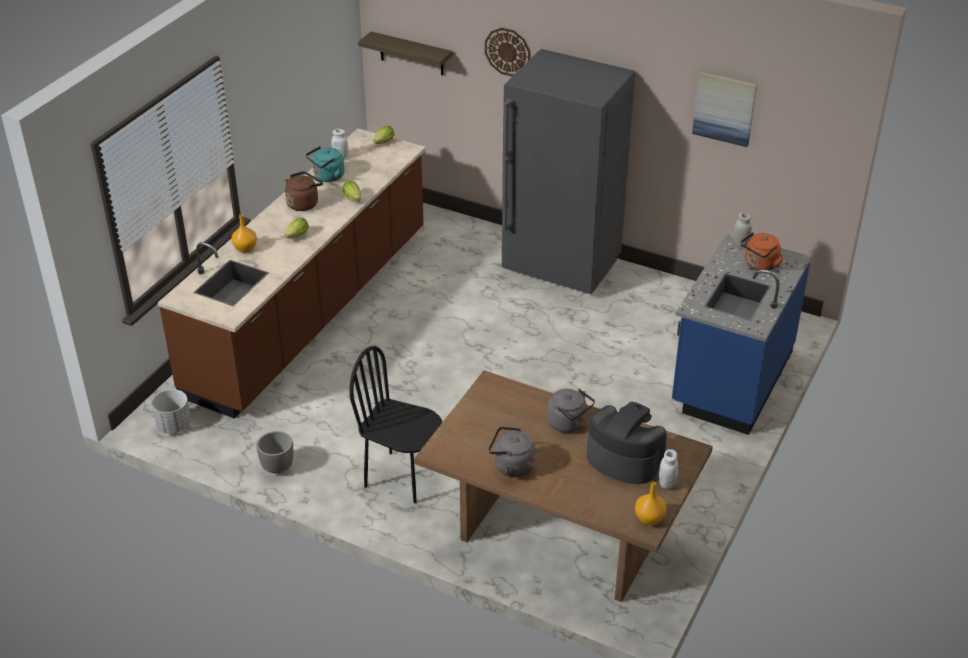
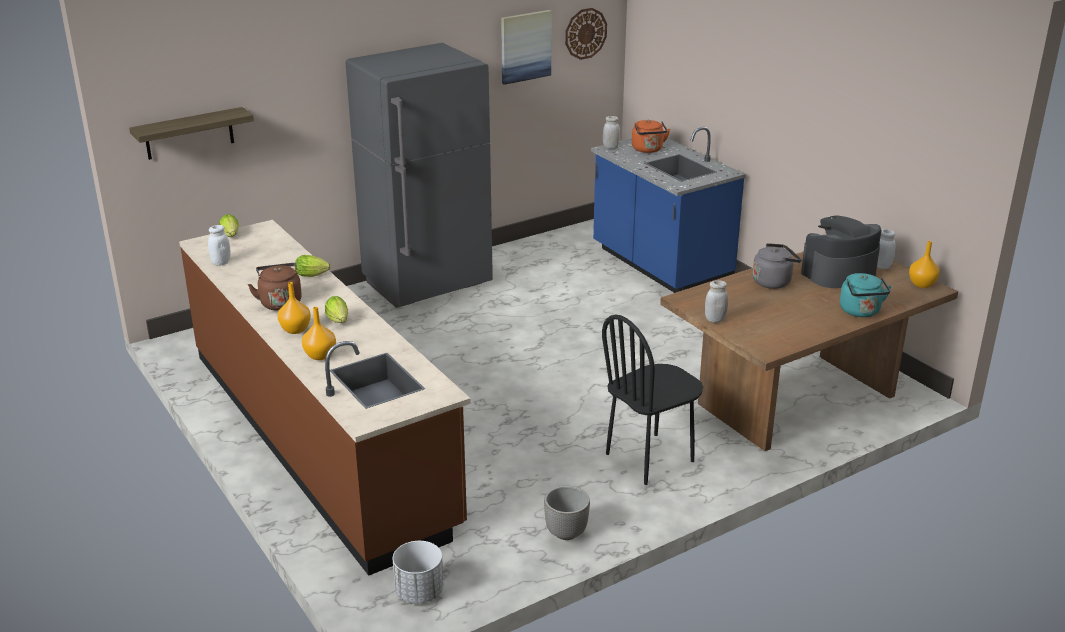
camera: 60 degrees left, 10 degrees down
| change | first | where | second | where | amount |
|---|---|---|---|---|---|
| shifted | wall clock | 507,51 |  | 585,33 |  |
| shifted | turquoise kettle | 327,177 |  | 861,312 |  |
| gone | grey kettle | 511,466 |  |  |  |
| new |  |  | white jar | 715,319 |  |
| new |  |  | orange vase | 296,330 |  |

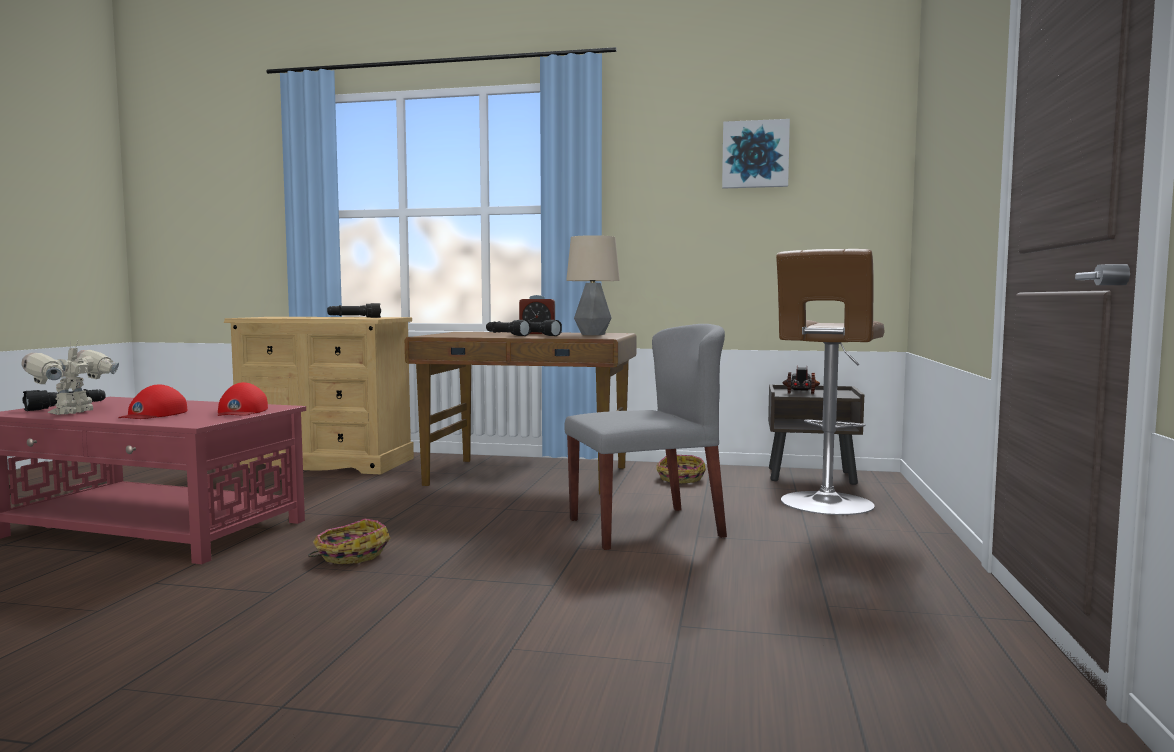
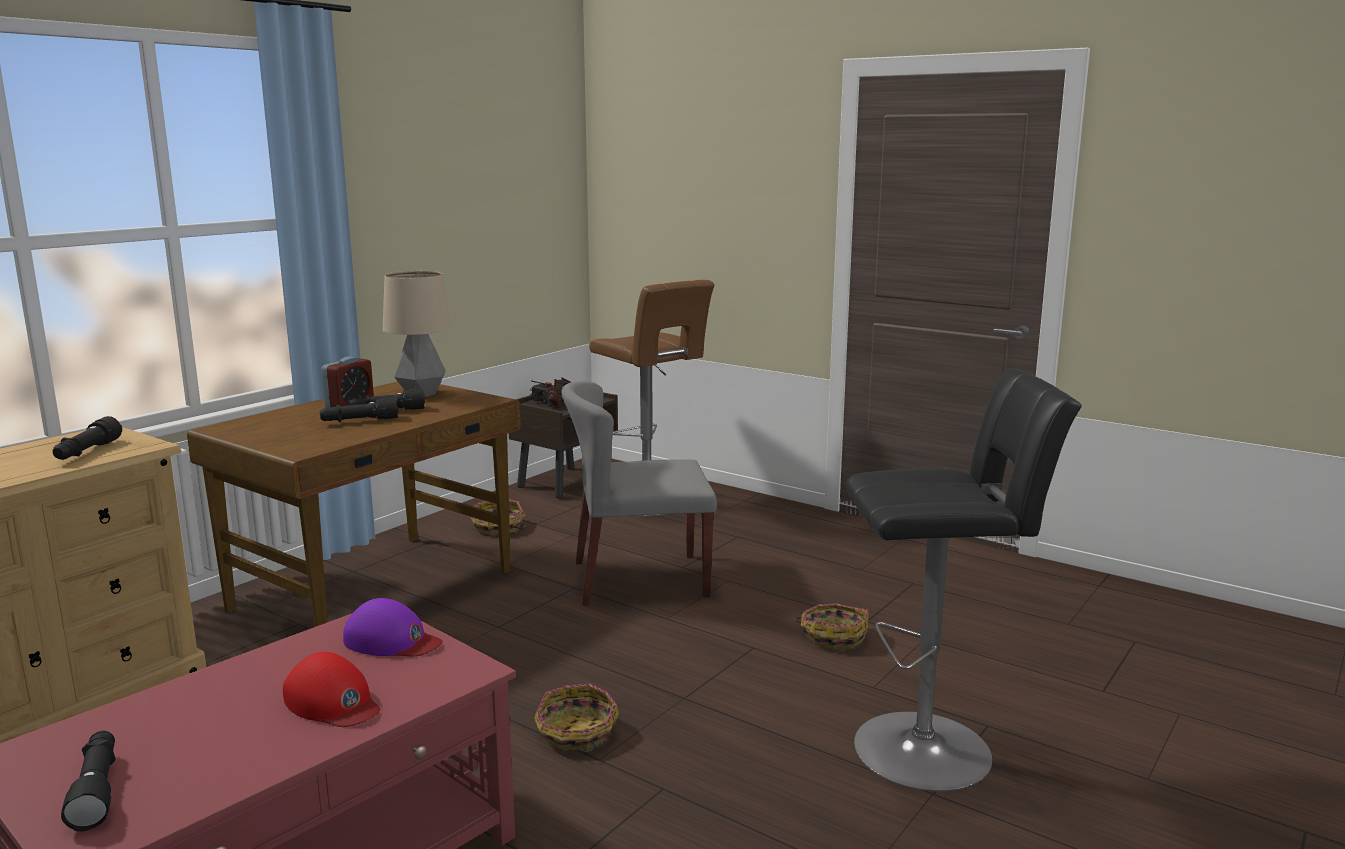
camera: 65 degrees left, 10 degrees up
| change | first | where | second | where | amount |
|---|---|---|---|---|---|
| gone | picture | 755,154 |  |  |  |
| rotated | grey chair | 646,527 |  | 639,579 | 105 degrees counterclockwise |
| gone | toy robot | 74,413 |  |  |  |
| repainted | red cap | 241,412 | purple cap | 392,641 |  |
| new |  |  | black stool | 932,749 |  |
| new |  |  | basket | 833,636 |  |

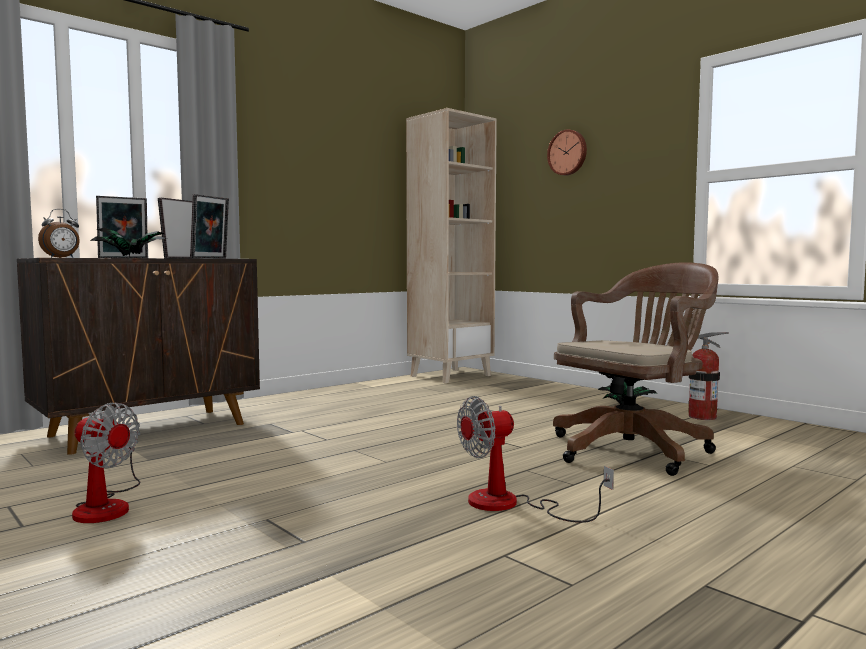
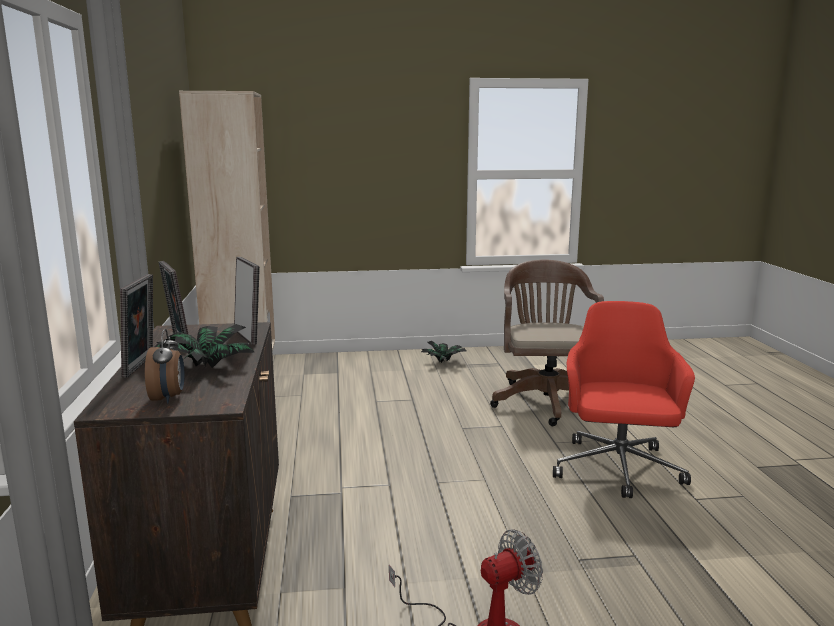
camera: 55 degrees left, 10 degrees up
| change | first | where | second | where | amount |
|---|---|---|---|---|---|
| gone | wall clock | 568,153 |  |  |  |
| gone | fire extinguisher | 702,417 |  |  |  |
| swapped | fan | 510,505 | red office chair | 617,470 |  |

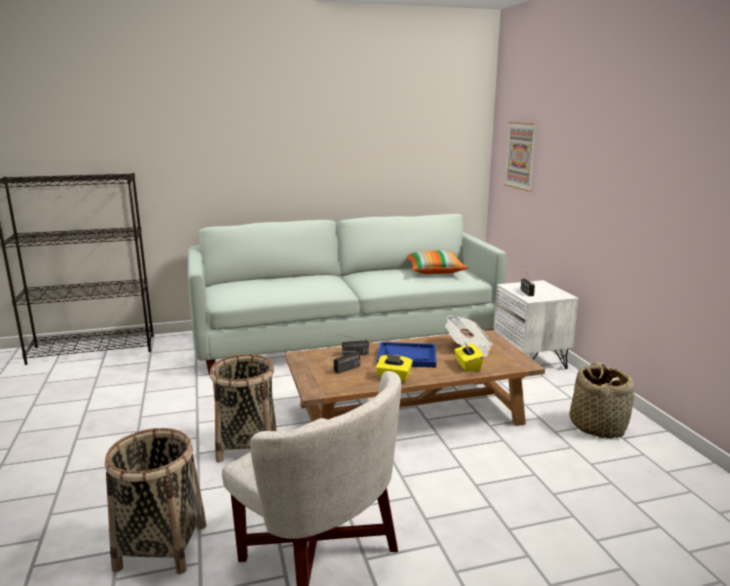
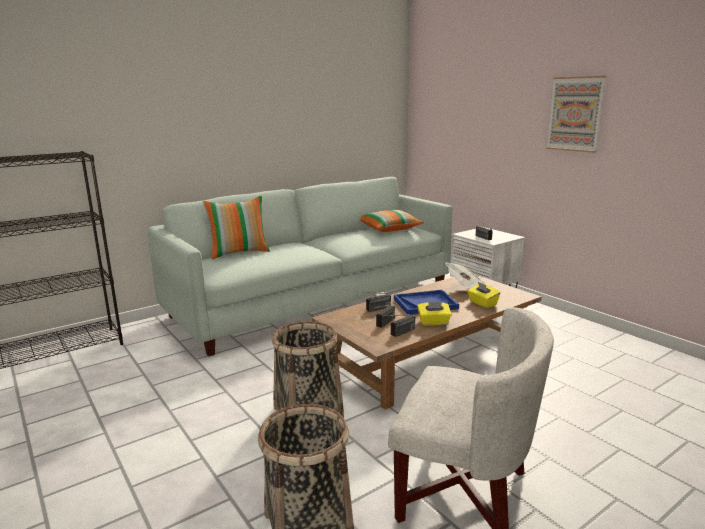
camera: 20 degrees left, 0 degrees up
| change | first | where | second | where | amount |
|---|---|---|---|---|---|
| shifted | picture | 521,155 |  | 575,114 |  |
| gone | basket | 598,426 |  |  |  |
| new |  |  | pillow | 239,252 |  |
| new |  |  | radio | 398,334 |  |

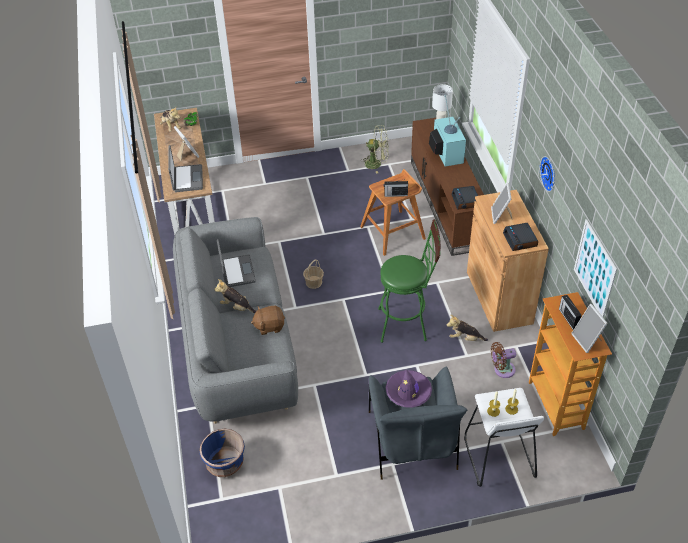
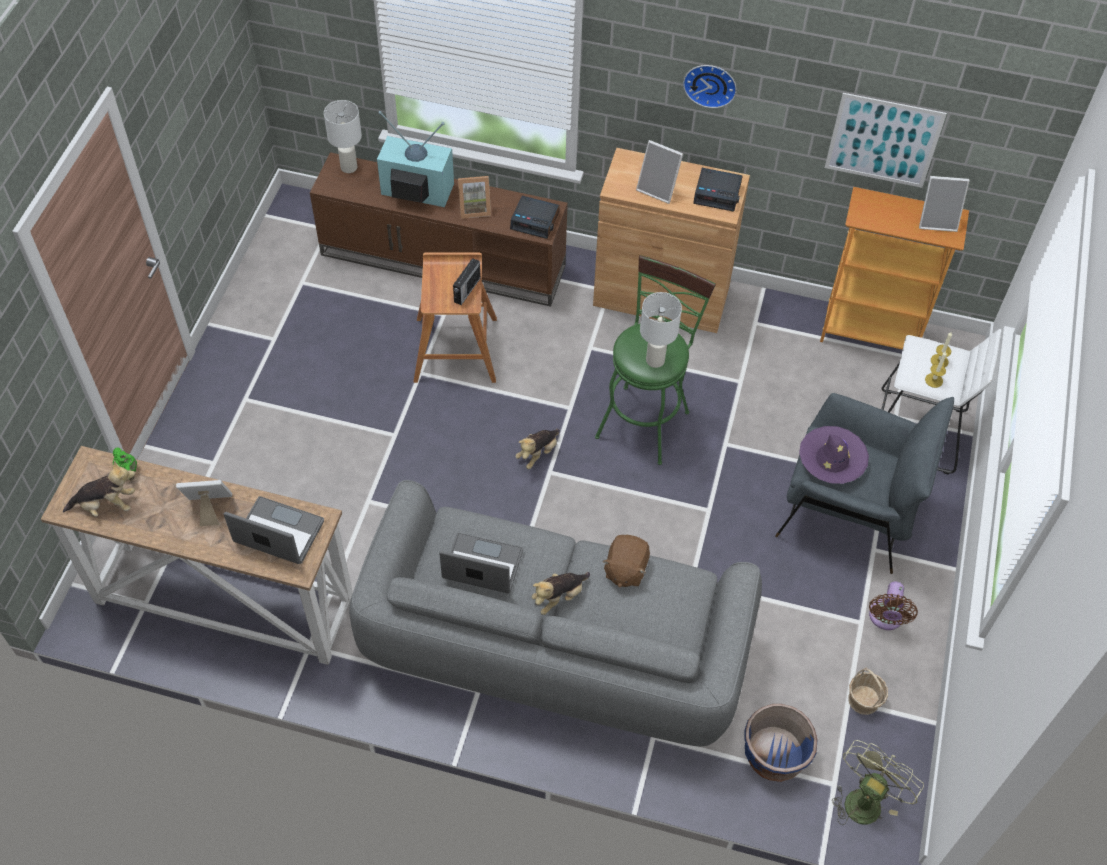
camera: 65 degrees left, 10 degrees up
| change | first | where | second | where | amount |
|---|---|---|---|---|---|
| shifted | green fan | 376,164 |  | 865,798 |  |
| shifted | basket | 314,282 |  | 863,700 |  |
| gone | radio | 568,318 |  |  |  |
| shifted | plush toy | 465,338 |  | 538,453 |  |
| shifted | brown fan | 502,370 |  | 885,618 |  |
| new |  |  | picture frame | 474,208 |  |
| new |  |  | white table lamp | 654,360 |  |

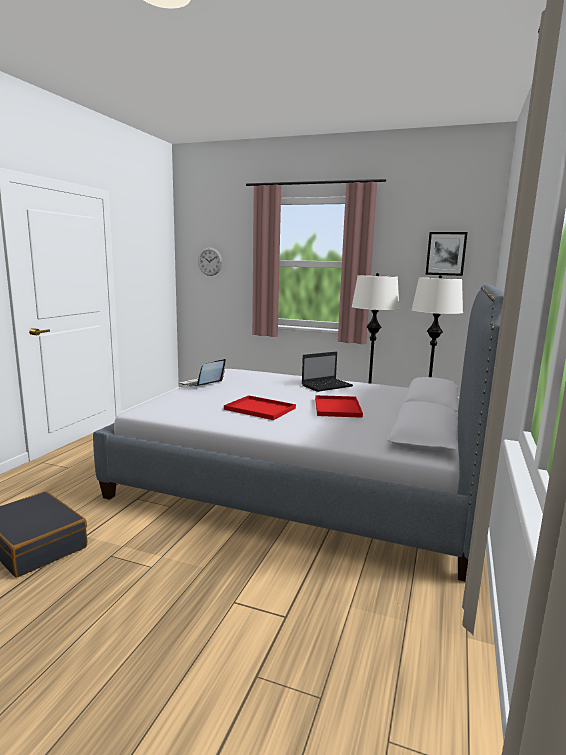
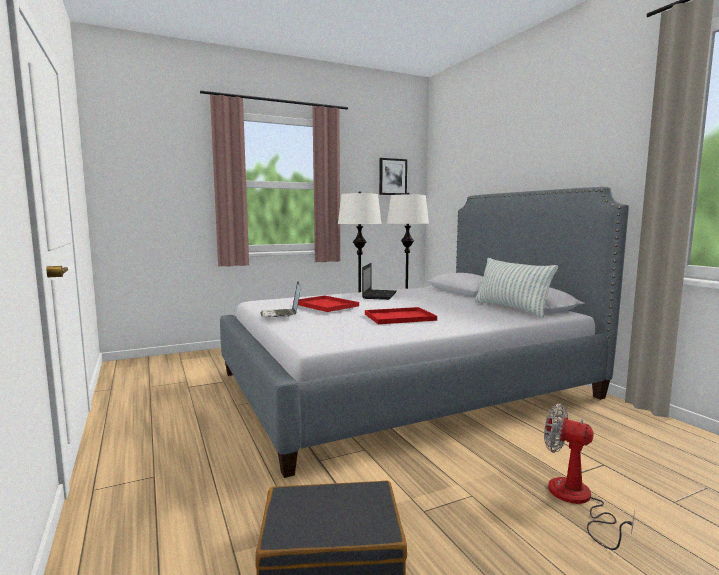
camera: 45 degrees left, 5 degrees down
| change | first | where | second | where | amount |
|---|---|---|---|---|---|
| gone | wall clock | 210,261 |  |  |  |
| shifted | red tray | 338,408 |  | 327,305 |  |
| new |  |  | pillow | 510,309 |  |
| new |  |  | fan | 577,501 |  |

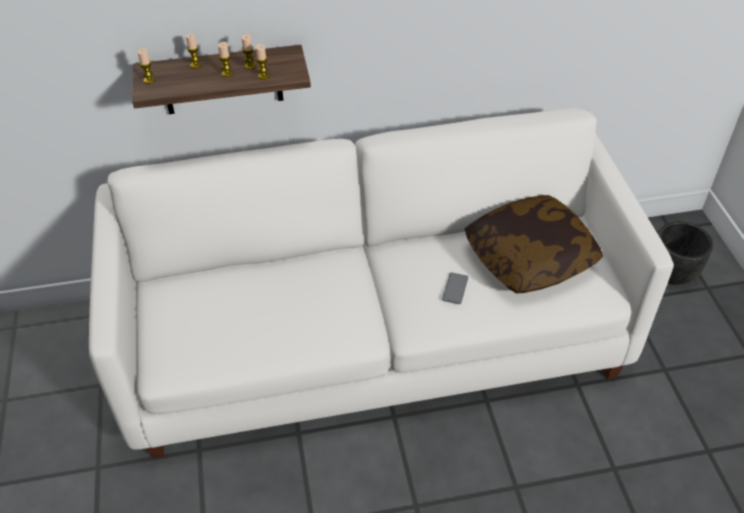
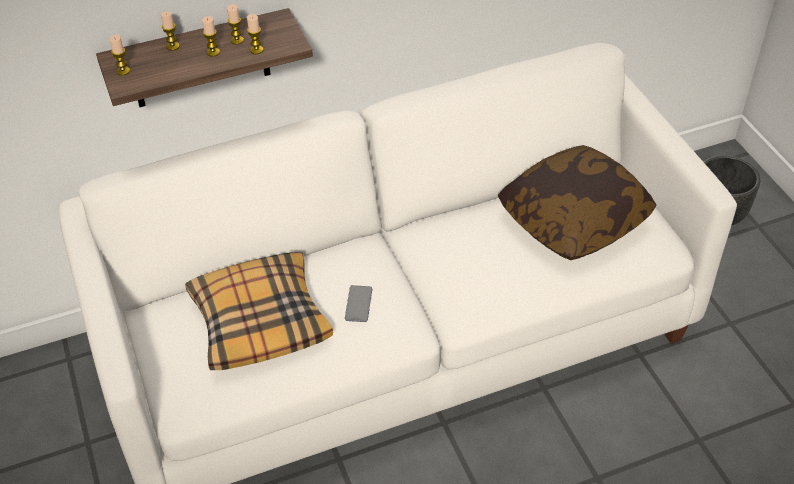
camera: 10 degrees left, 0 degrees up
| change | first | where | second | where | amount |
|---|---|---|---|---|---|
| shifted | phone | 455,289 |  | 358,304 |  |
| new |  |  | pillow | 260,320 |  |

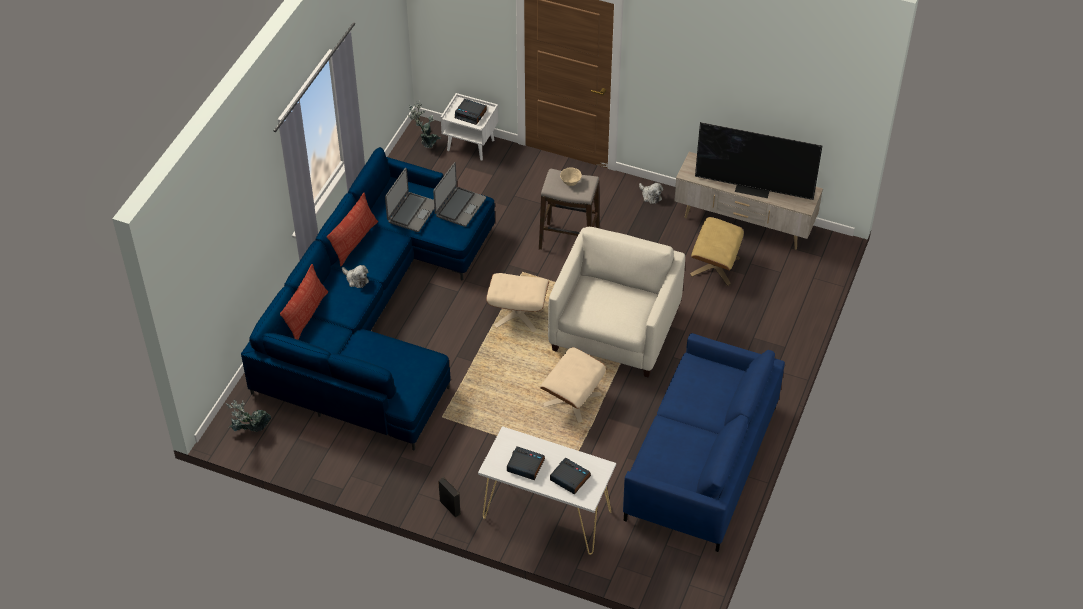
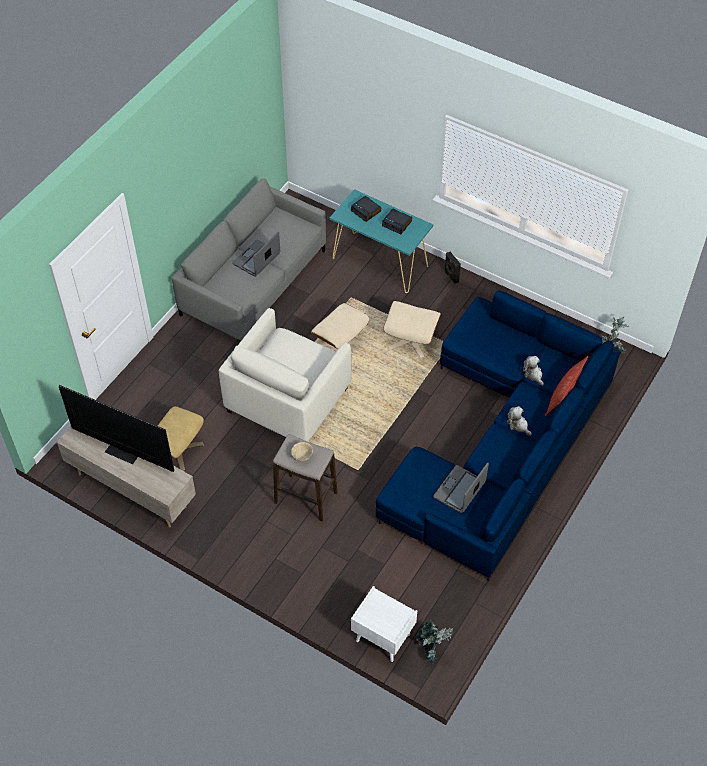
camera: 170 degrees left, 5 degrees up
| change | first | where | second | where | amount |
|---|---|---|---|---|---|
| gone | alarm clock | 471,114 |  |  |  |
| shifted | laptop | 460,207 |  | 257,259 |  |
| shifted | plush toy | 650,196 |  | 533,374 |  |
| gone | pillow | 354,242 |  |  |  |
| shifted | beige ottoman | 518,314 |  | 411,340 |  |
| repainted | blue sofa | 700,462 | grey sofa | 254,283 |  |
| repainted | white console table | 546,514 | turquoise console table | 380,262 |  |

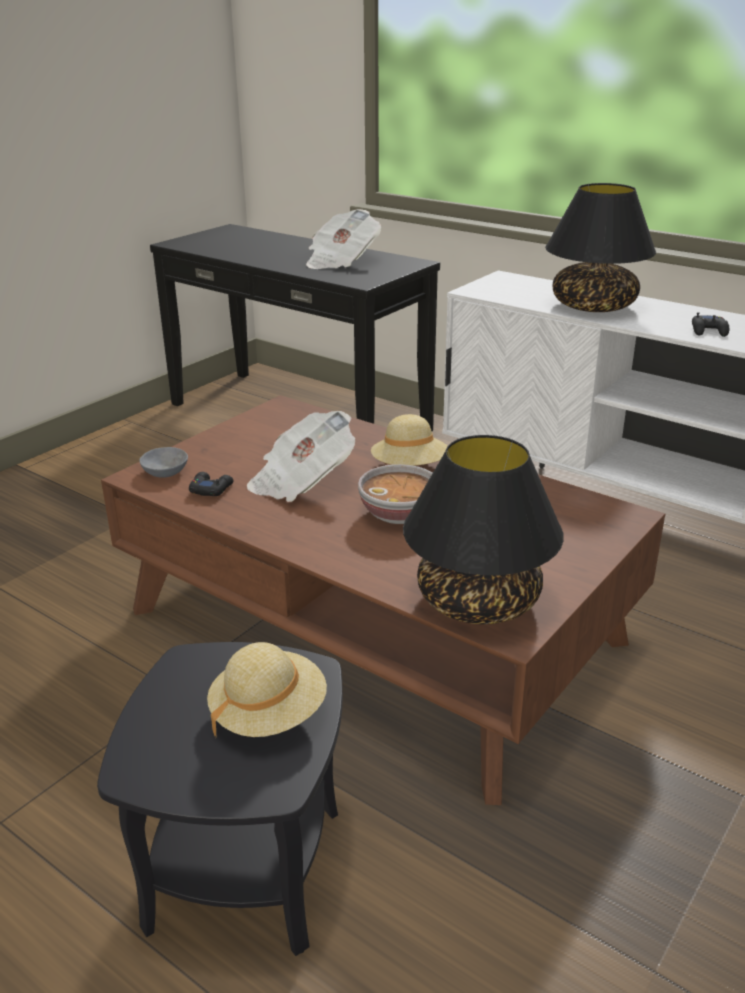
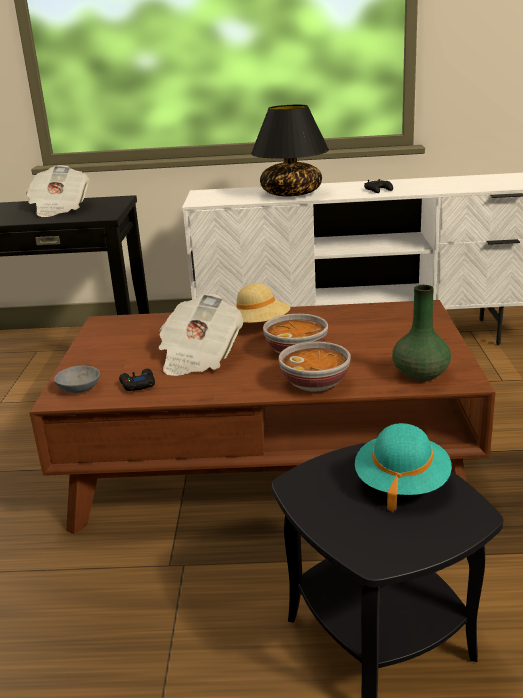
camera: 35 degrees left, 5 degrees down
| change | first | where | second | where | amount |
|---|---|---|---|---|---|
| swapped | black table lamp | 477,601 | green vase | 420,375 |  |
| repainted | beige hat | 268,714 | turquoise hat | 401,484 |  |
| new |  |  | bowl | 315,383 |  |

